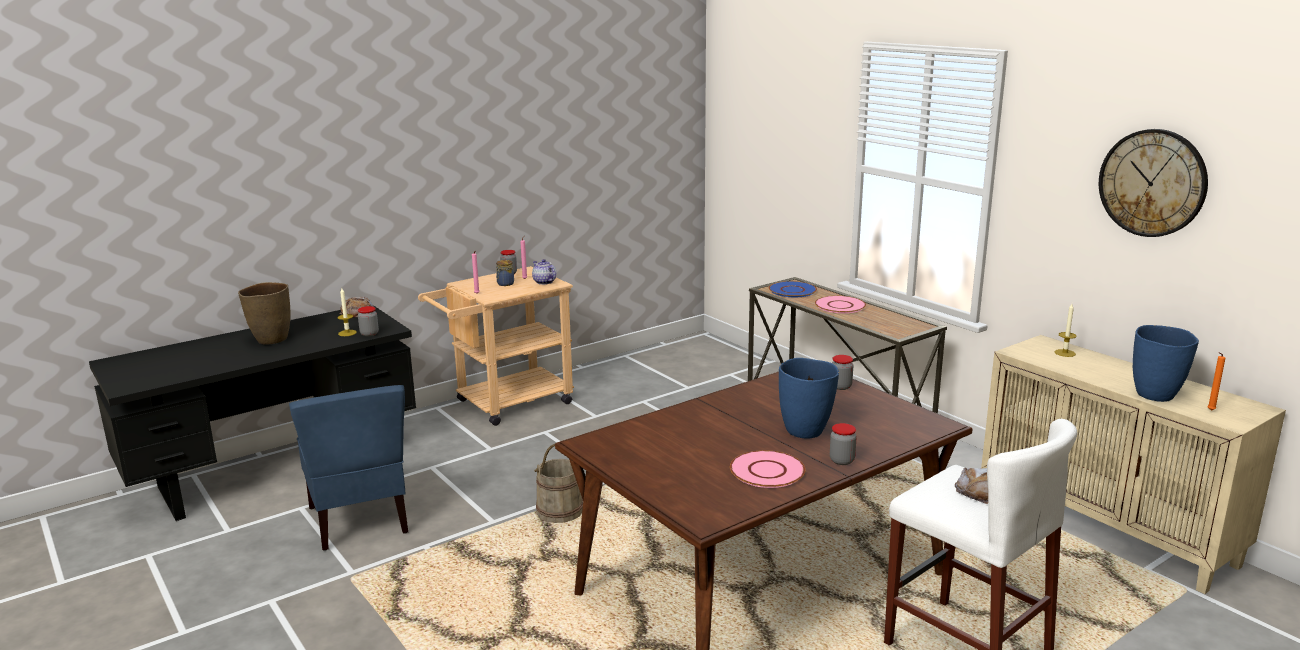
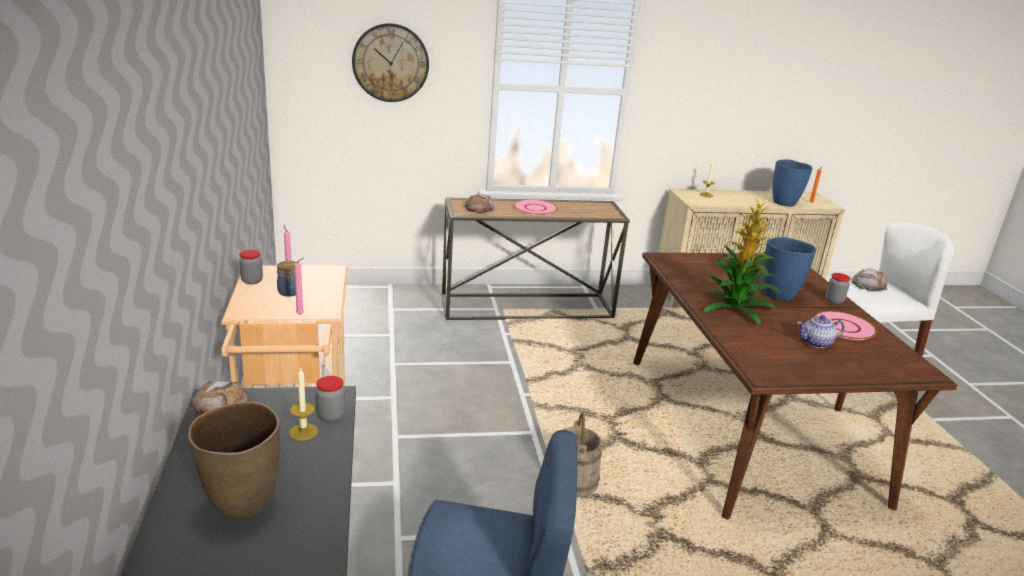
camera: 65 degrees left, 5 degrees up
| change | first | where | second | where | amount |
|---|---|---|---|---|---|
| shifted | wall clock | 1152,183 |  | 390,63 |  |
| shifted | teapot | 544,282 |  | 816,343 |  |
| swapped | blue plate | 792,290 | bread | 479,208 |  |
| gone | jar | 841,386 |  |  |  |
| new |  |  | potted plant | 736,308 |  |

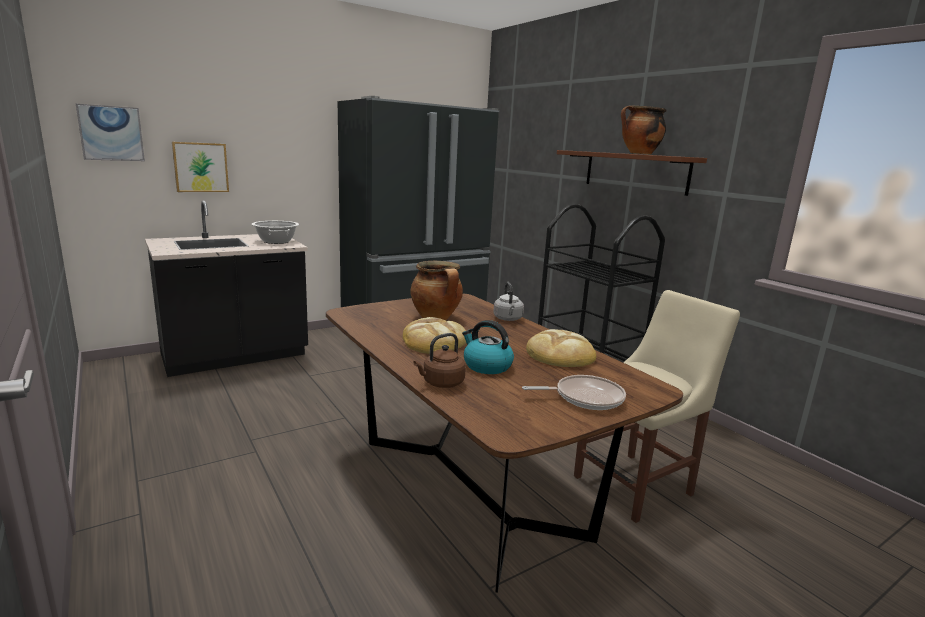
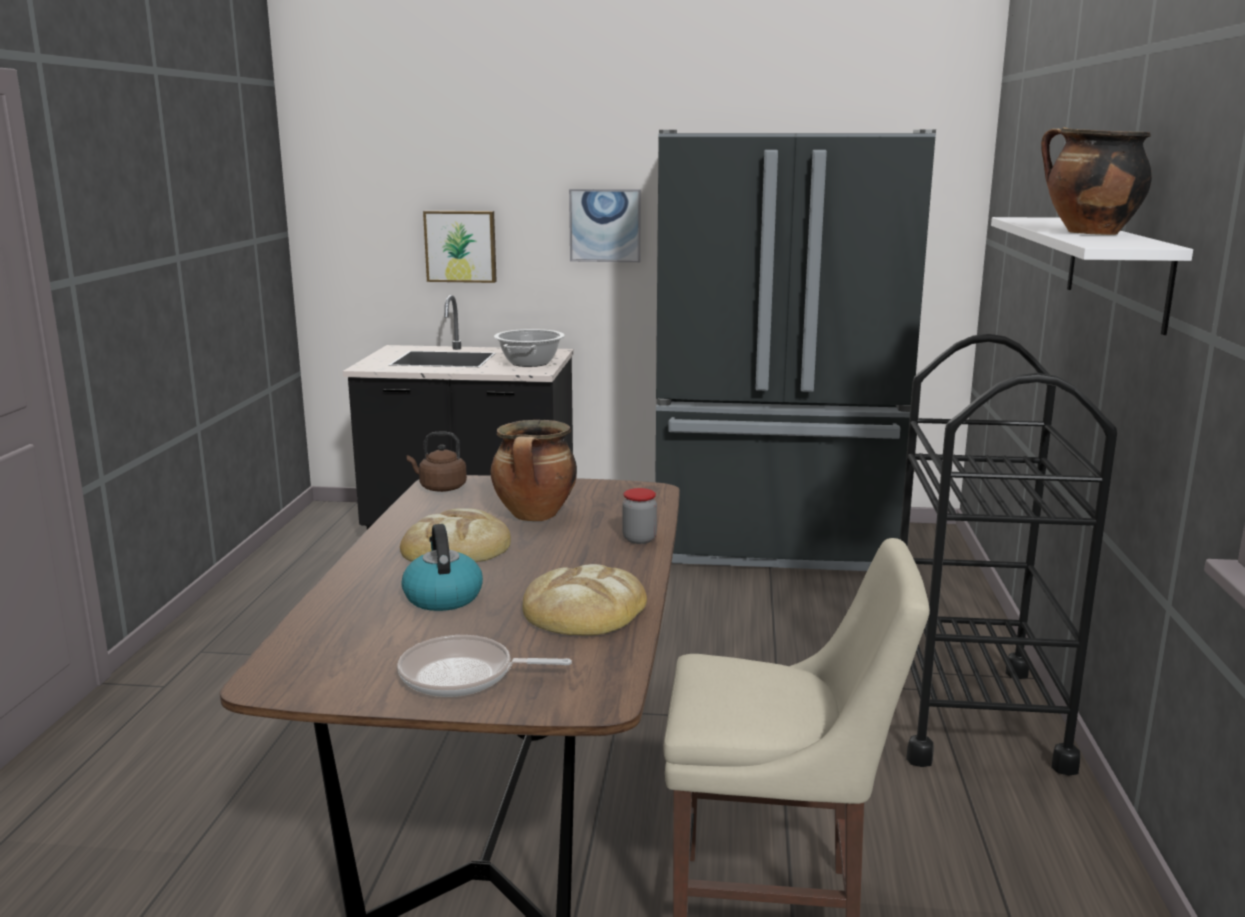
camera: 40 degrees right, 0 degrees up
| change | first | where | second | where | amount |
|---|---|---|---|---|---|
| shifted | picture | 111,133 |  | 605,225 |  |
| repainted | brown shelf | 635,171 | white shelf | 1116,270 |  |
| swapped | grey kettle | 508,319 | jar | 639,539 |  |
| shifted | brown kettle | 441,383 |  | 440,488 |  |
| rotated | frying pan | 584,397 |  | 463,675 | 150 degrees clockwise |

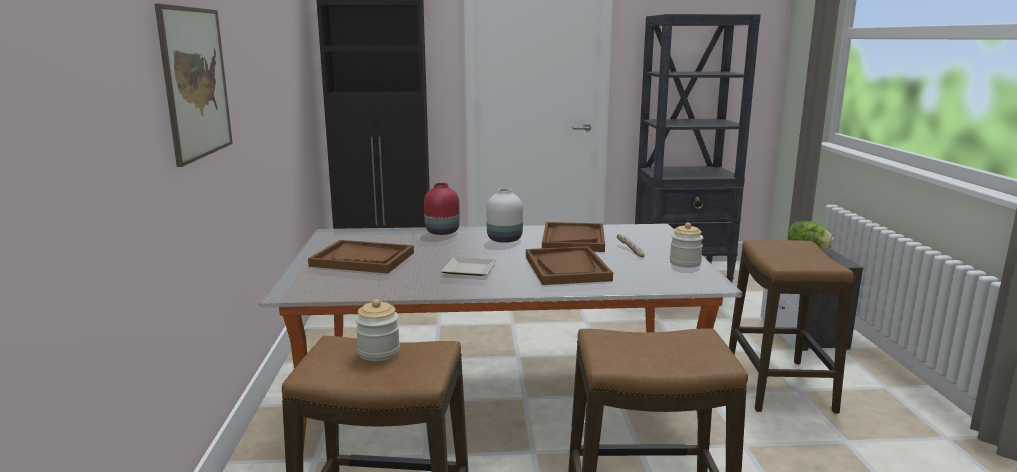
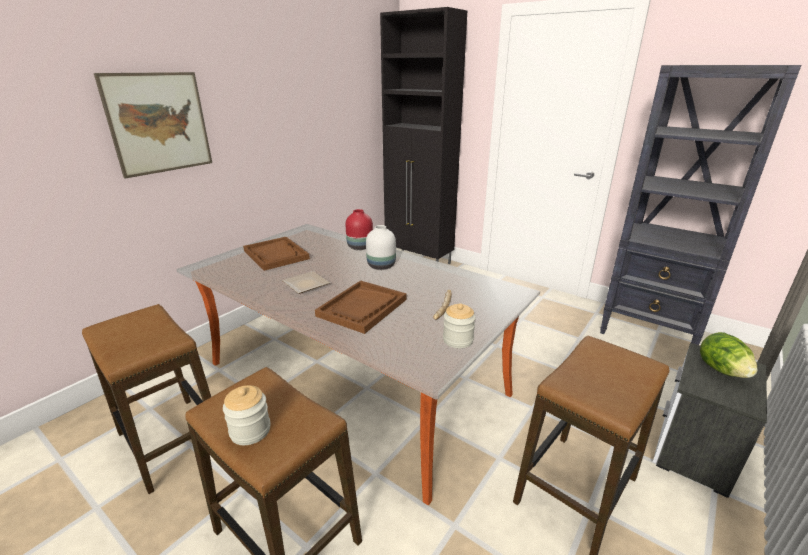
camera: 40 degrees right, 10 degrees up
| change | first | where | second | where | amount |
|---|---|---|---|---|---|
| gone | brown tray | 573,239 |  |  |  |
| shifted | jar | 379,352 |  | 250,430 |  |

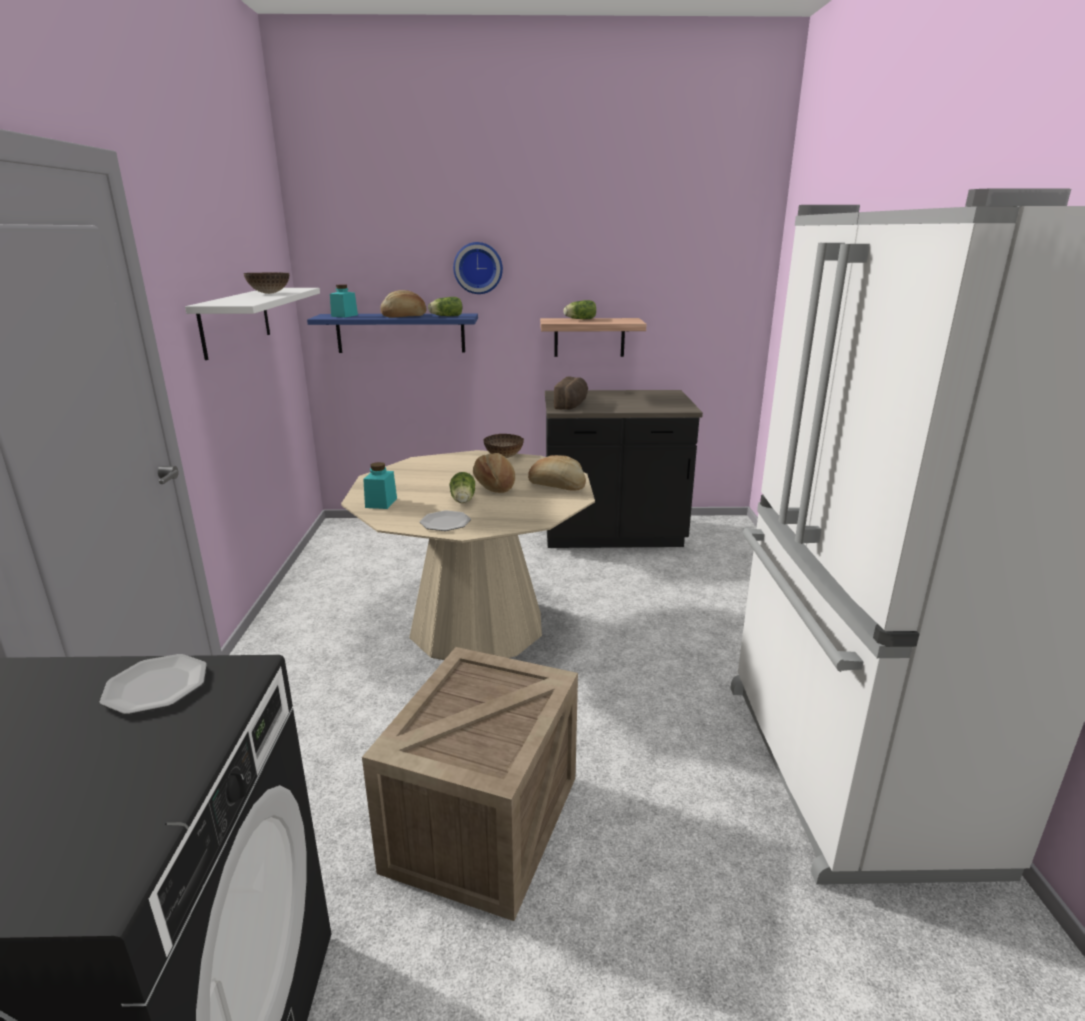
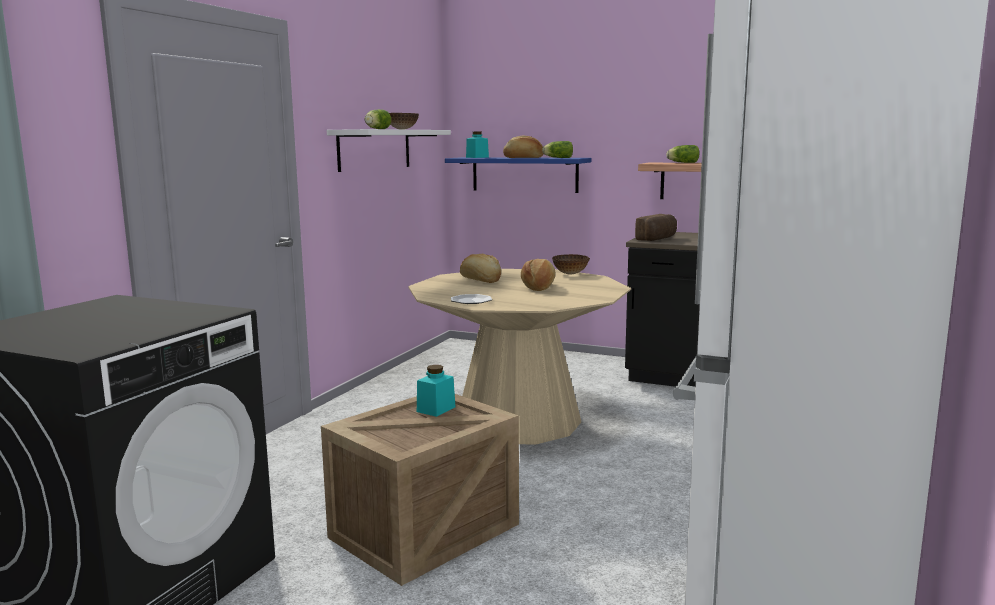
camera: 25 degrees right, 10 degrees down
| change | first | where | second | where | amount |
|---|---|---|---|---|---|
| gone | wall clock | 478,268 |  |  |  |
| shifted | bread | 557,487 |  | 480,280 |  |
| shifted | turquoise jar | 381,503 |  | 436,409 |  |
| shifted | lettuce | 463,501 |  | 376,129 |  |
| gone | plate | 157,686 |  |  |  |

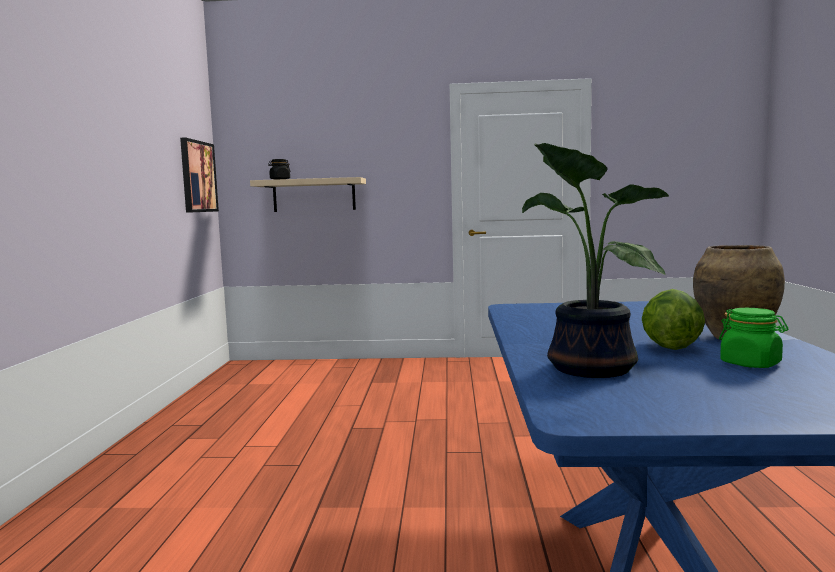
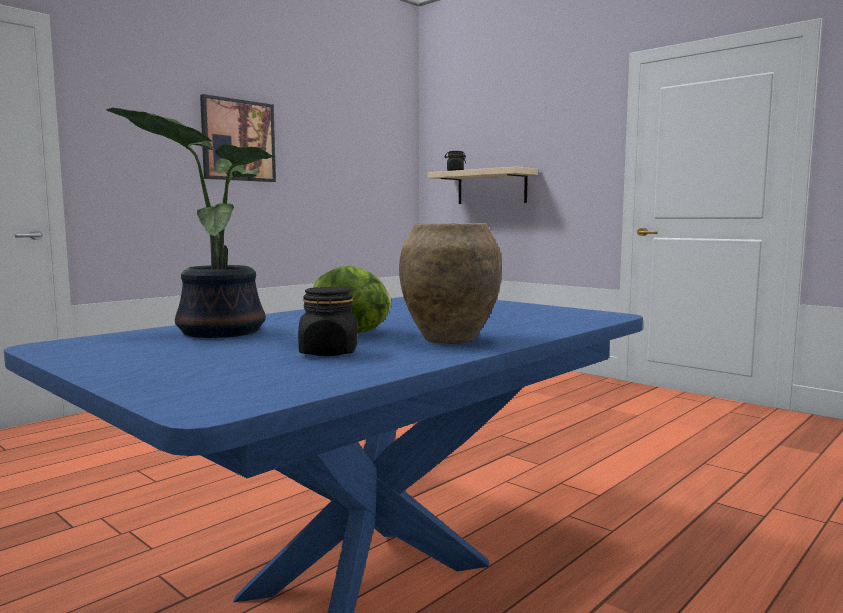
camera: 40 degrees right, 0 degrees up
| change | first | where | second | where | amount |
|---|---|---|---|---|---|
| shifted | picture | 198,176 |  | 238,140 |  |
| repainted | green jar | 751,364 | black jar | 329,352 |  |

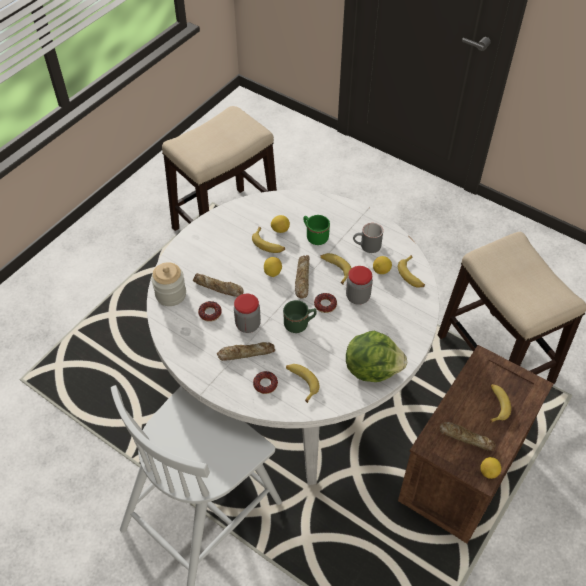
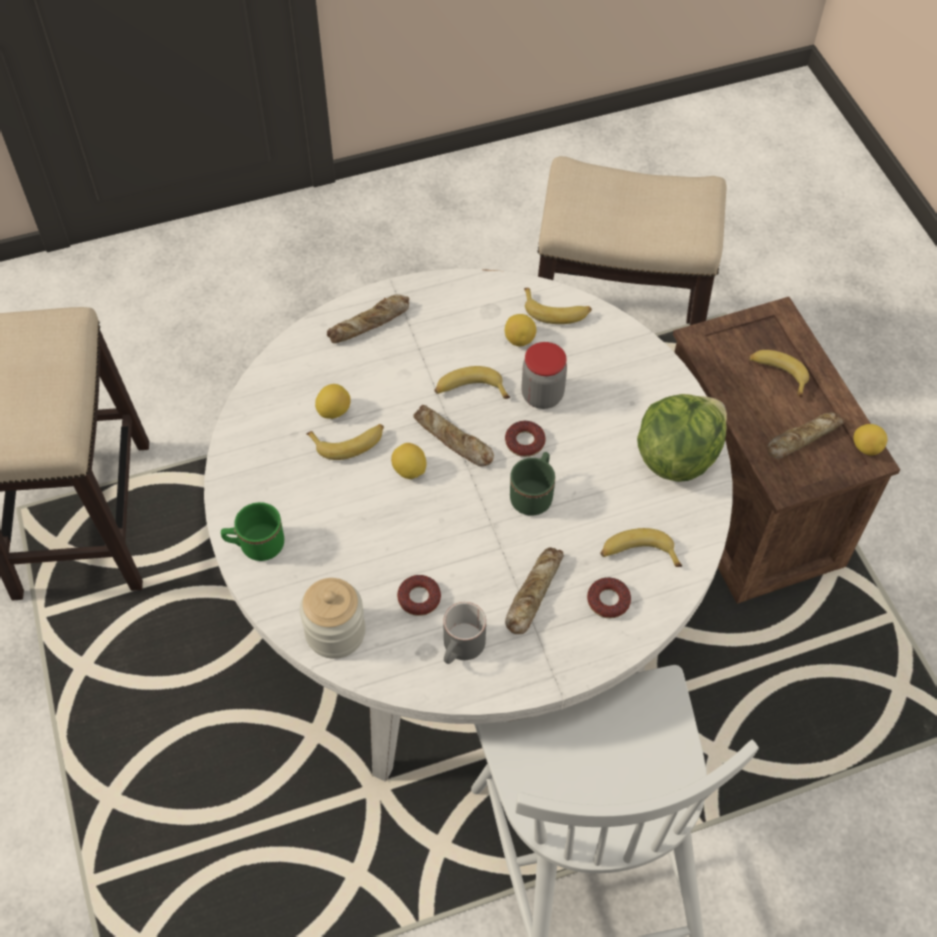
camera: 55 degrees left, 5 degrees up
| change | first | where | second | where | amount |
|---|---|---|---|---|---|
| shifted | green mug | 315,236 |  | 255,545 |  |
| shifted | grey mug | 367,246 |  | 461,649 |  |
| shifted | bread | 218,288 |  | 370,323 |  |
| gone | jar | 248,324 |  |  |  |

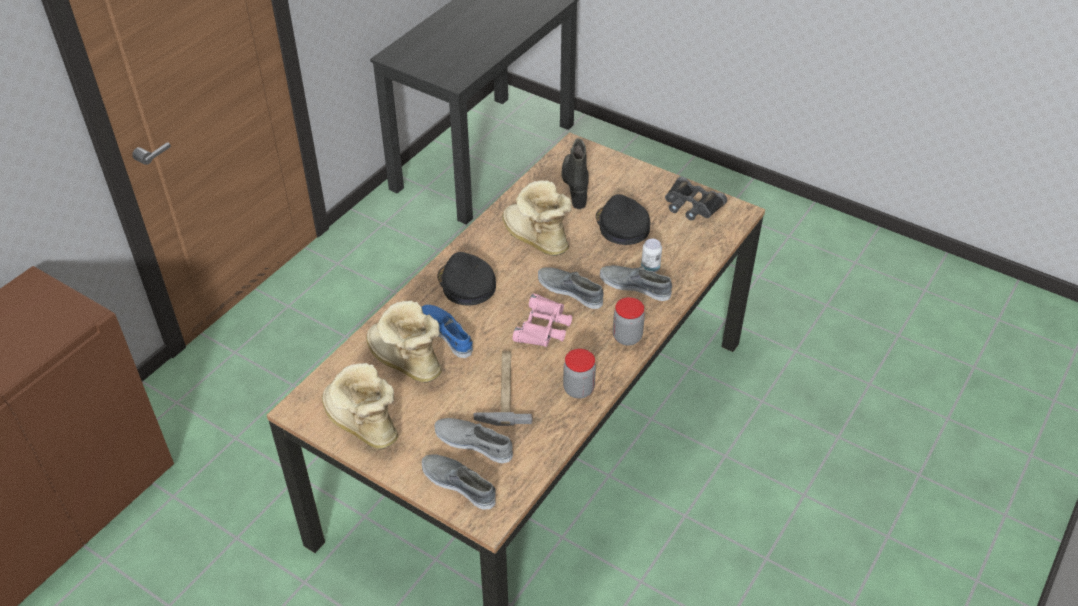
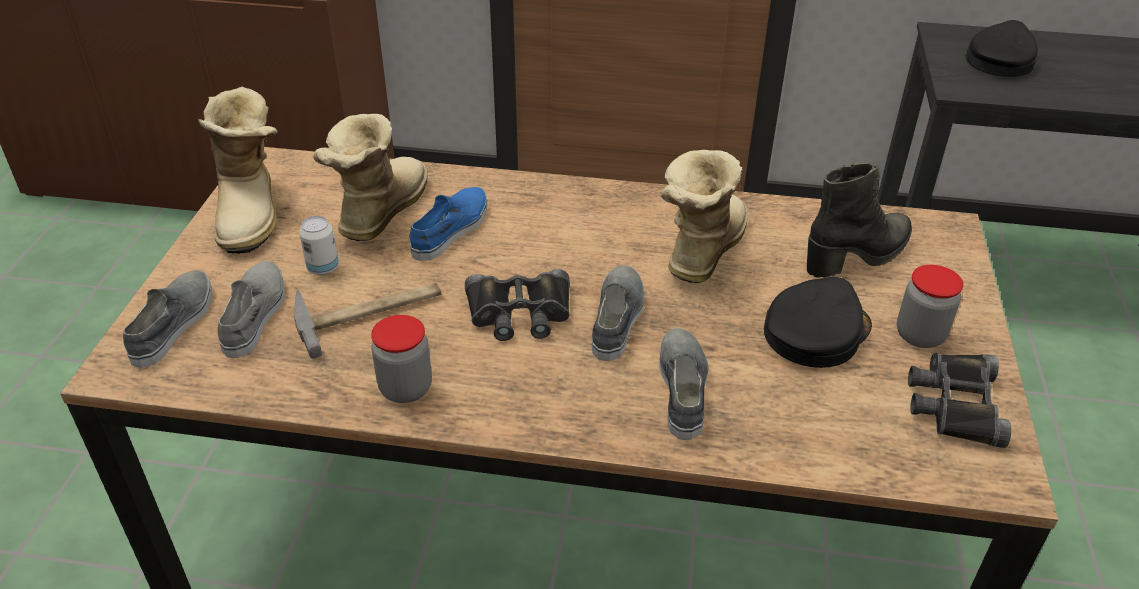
camera: 65 degrees right, 5 degrees down
| change | first | where | second | where | amount |
|---|---|---|---|---|---|
| shifted | can | 650,268 |  | 323,268 |  |
| shifted | black cap | 466,284 |  | 1000,60 |  |
| repainted | pink binoculars | 544,327 | black binoculars | 519,313 |  |
| shifted | jar | 627,337 |  | 920,335 |  |
| rotated | boot | 360,425 |  | 253,212 | 150 degrees clockwise |

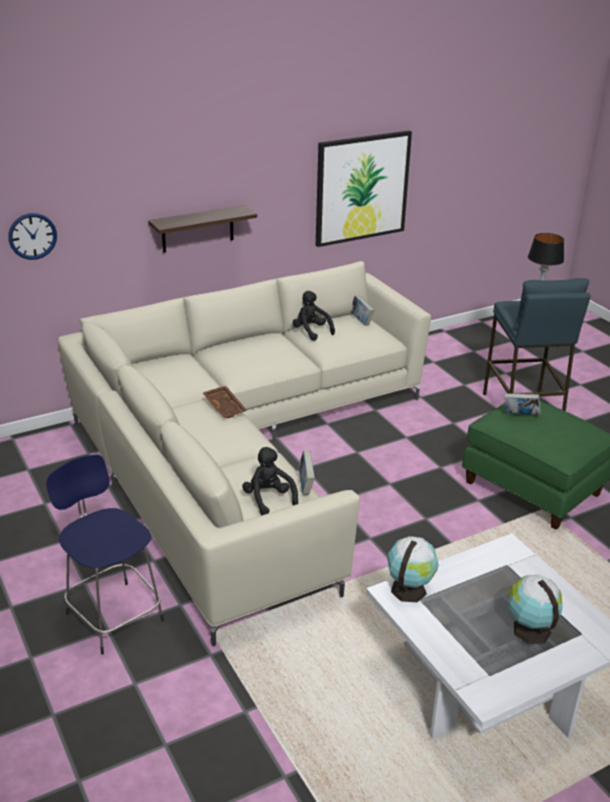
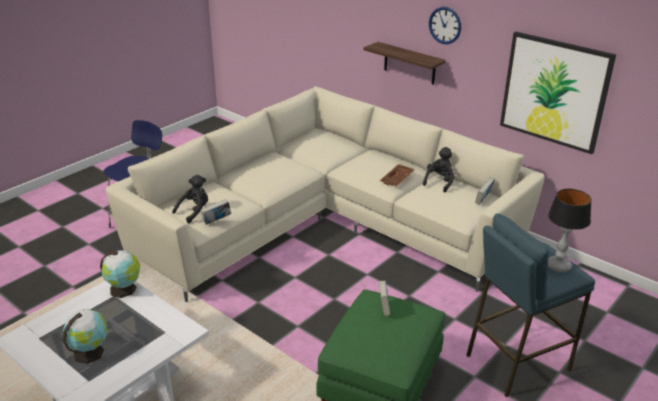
camera: 70 degrees right, 0 degrees up
| change | first | where | second | where | amount |
|---|---|---|---|---|---|
| shifted | wall clock | 32,236 |  | 445,25 |  |
| shifted | brown tray | 225,407 |  | 397,180 |  |

